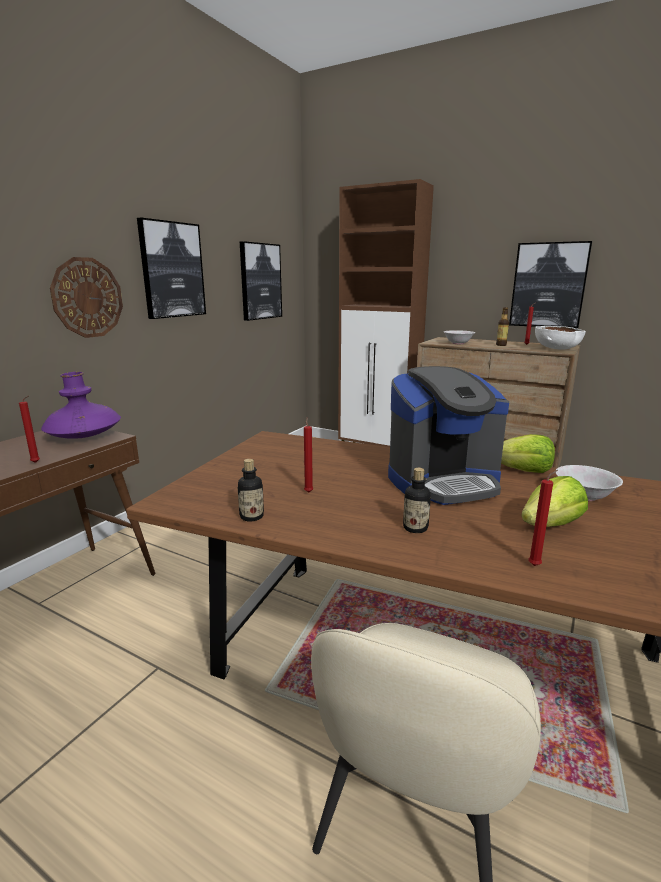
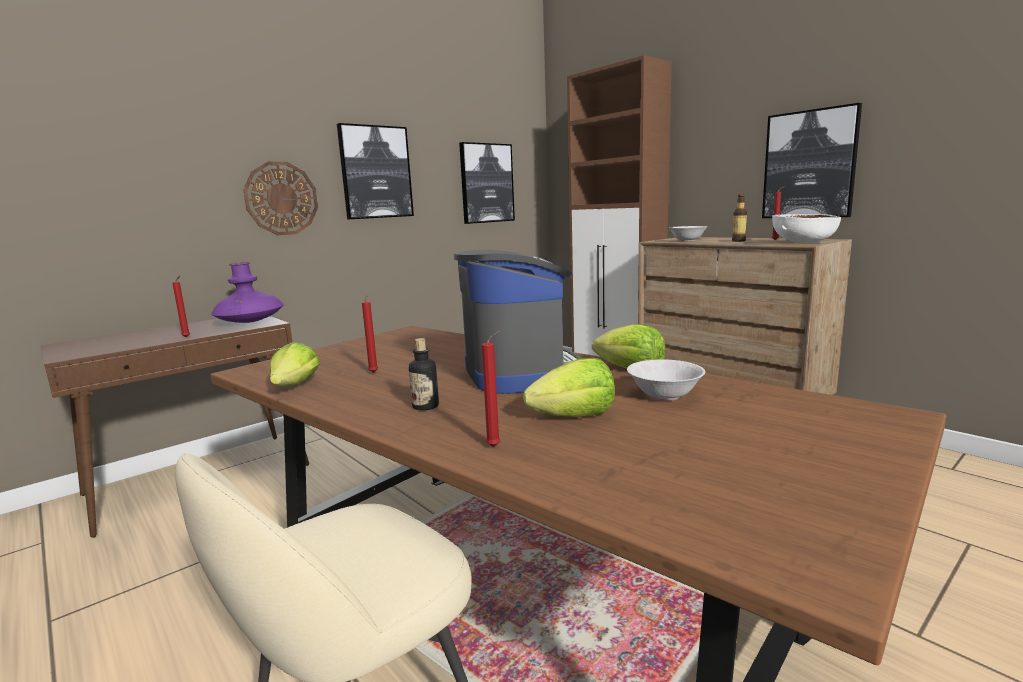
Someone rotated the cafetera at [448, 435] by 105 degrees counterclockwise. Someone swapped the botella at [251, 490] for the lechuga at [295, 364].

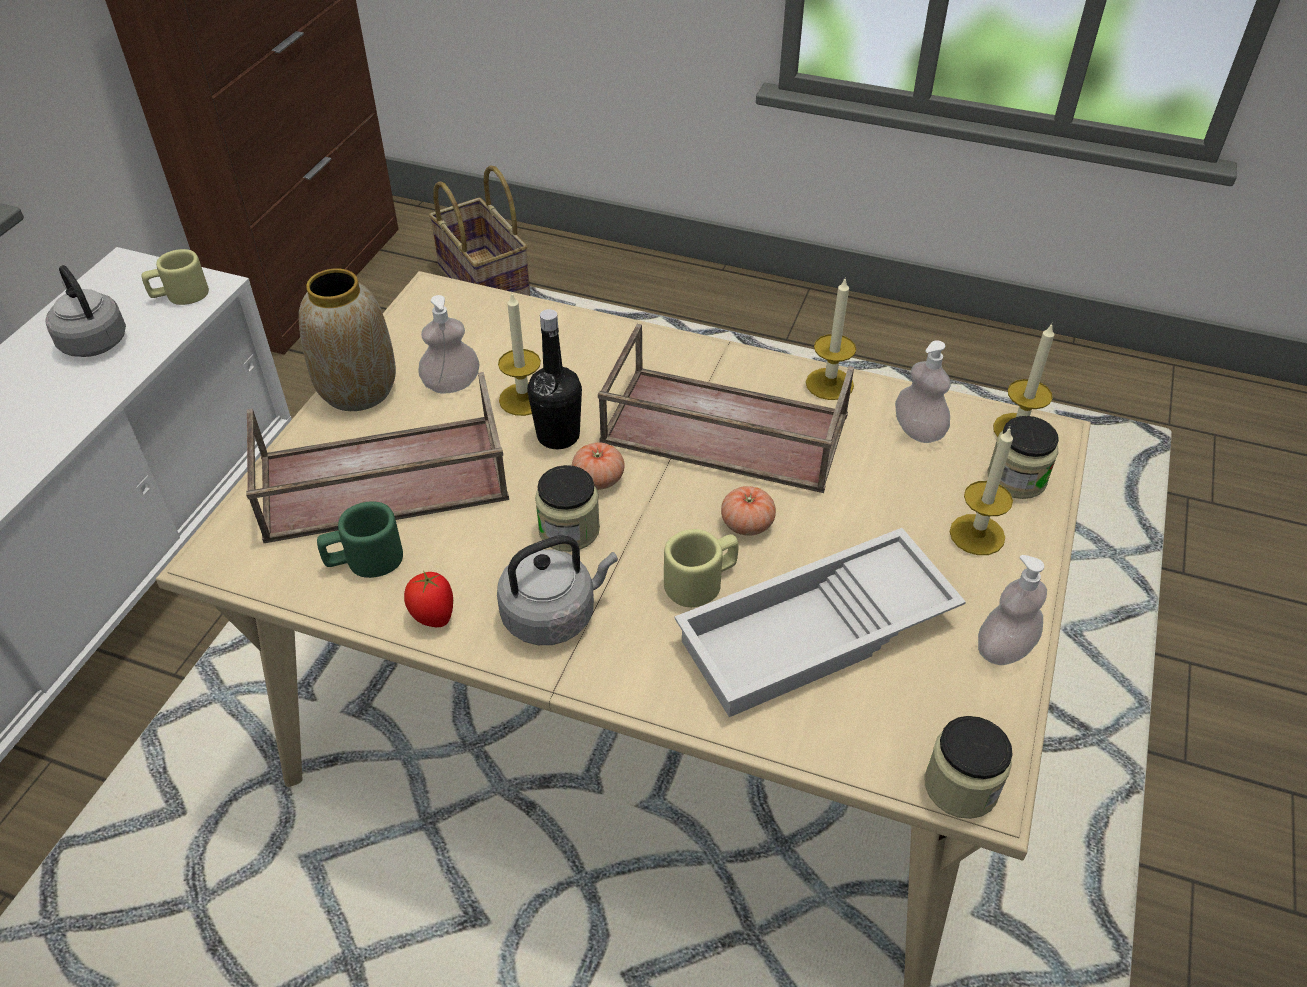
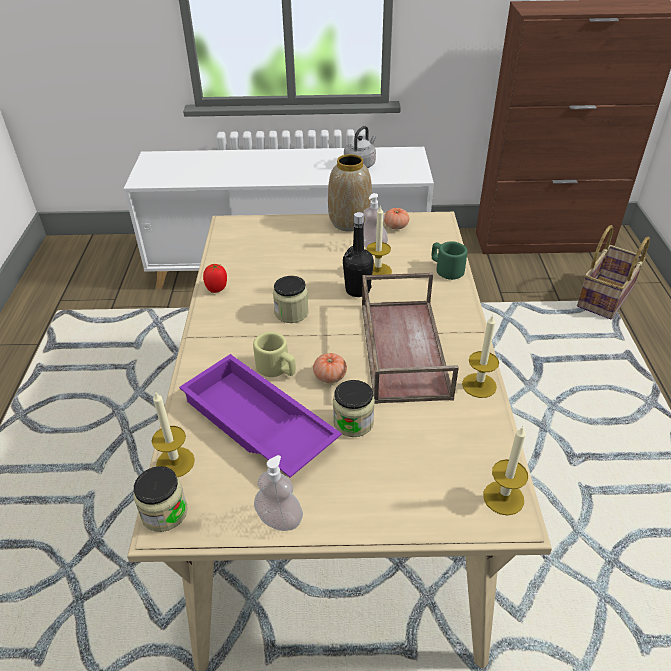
Someone took away the taza grande (beis) at [175, 277]. Someone took away the dispensador de jabón at [923, 391]. Someone took away the bandeja (marrón) at [377, 457]. Someone carried the tarro from [1023, 457] to [354, 408]. Someone carried the vela from [981, 491] to [173, 434]. Someone carried the tomate from [598, 466] to [396, 218]. Someone carried the taza grande (verde) from [360, 539] to [450, 260]. Someone repainted the bandeja (blanco) at [820, 622], which became the bandeja (morado) at [260, 416]. Someone took away the hervidor (gris) at [557, 590].

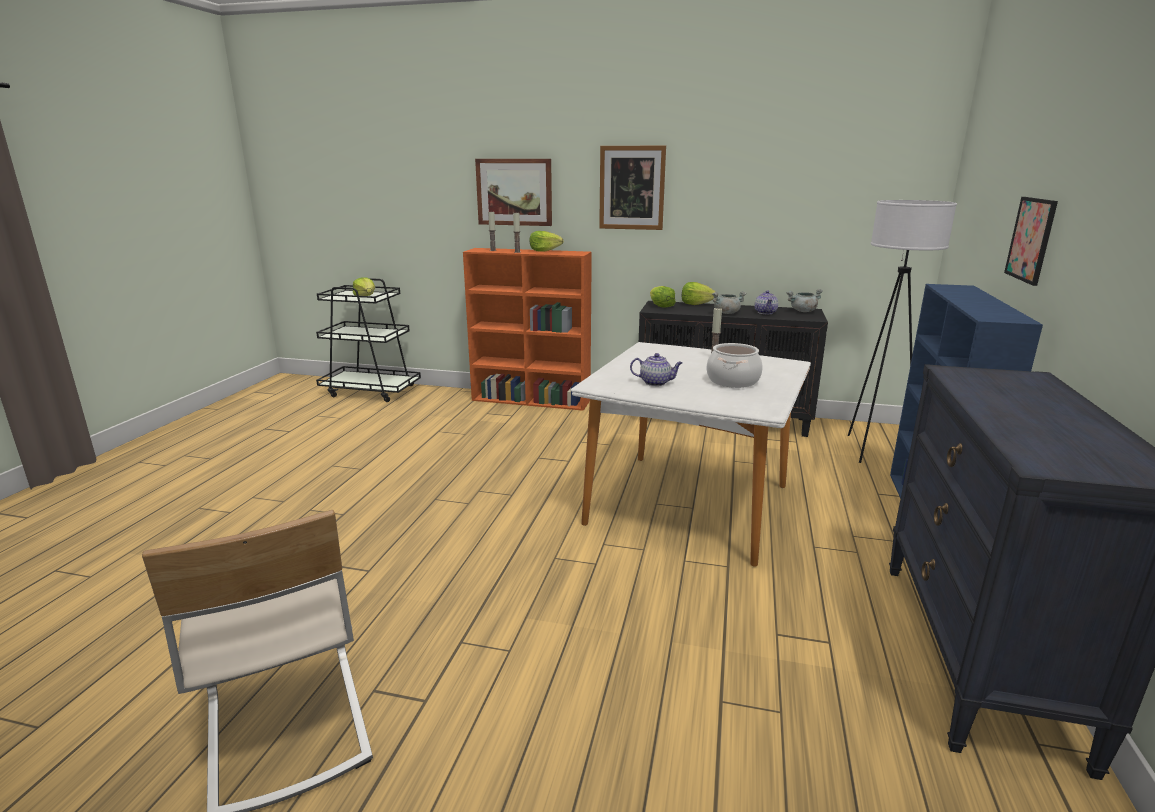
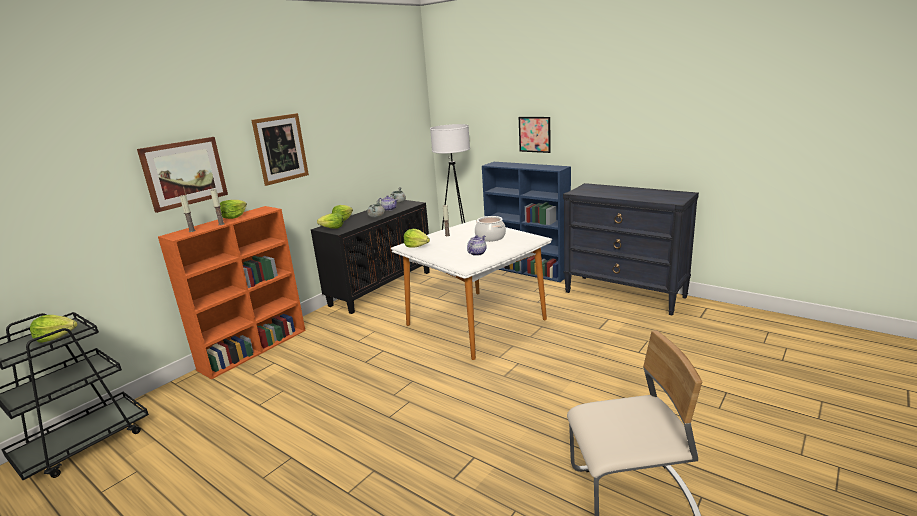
Someone put down the lechuga at [417, 238].

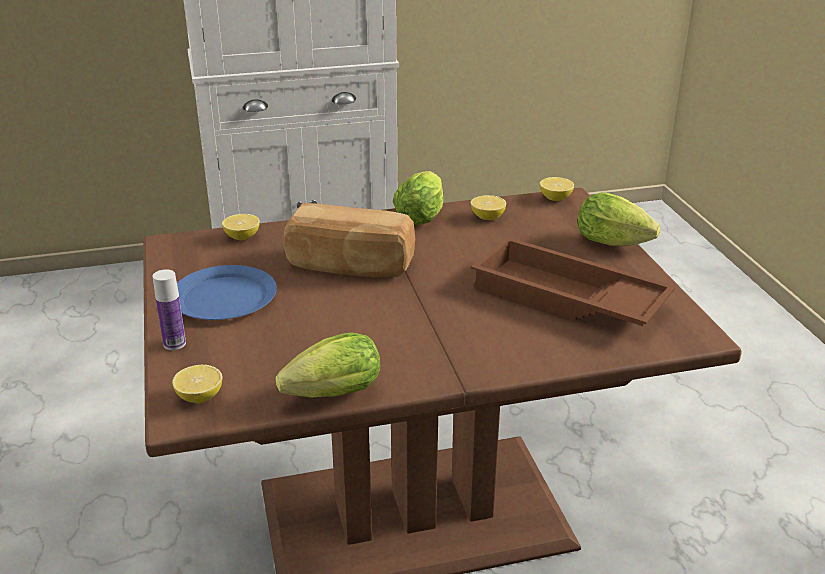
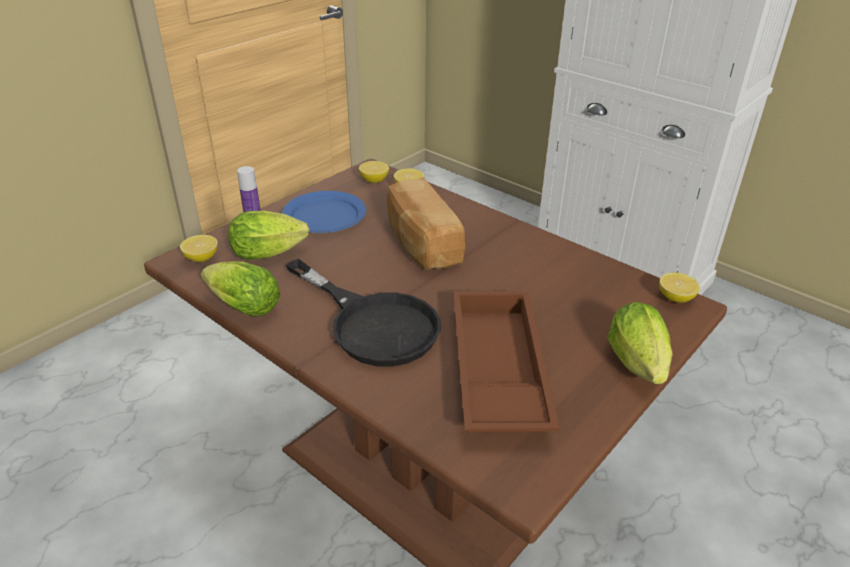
Someone carried the lechuga from [418, 198] to [269, 235]. Someone carried the limón from [488, 207] to [374, 172]. Someone put down the sartén (negro) at [363, 313].

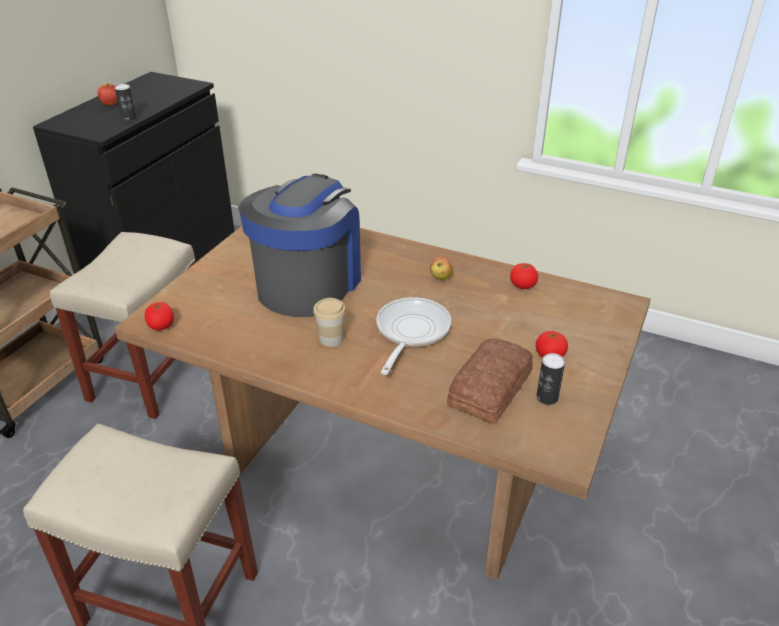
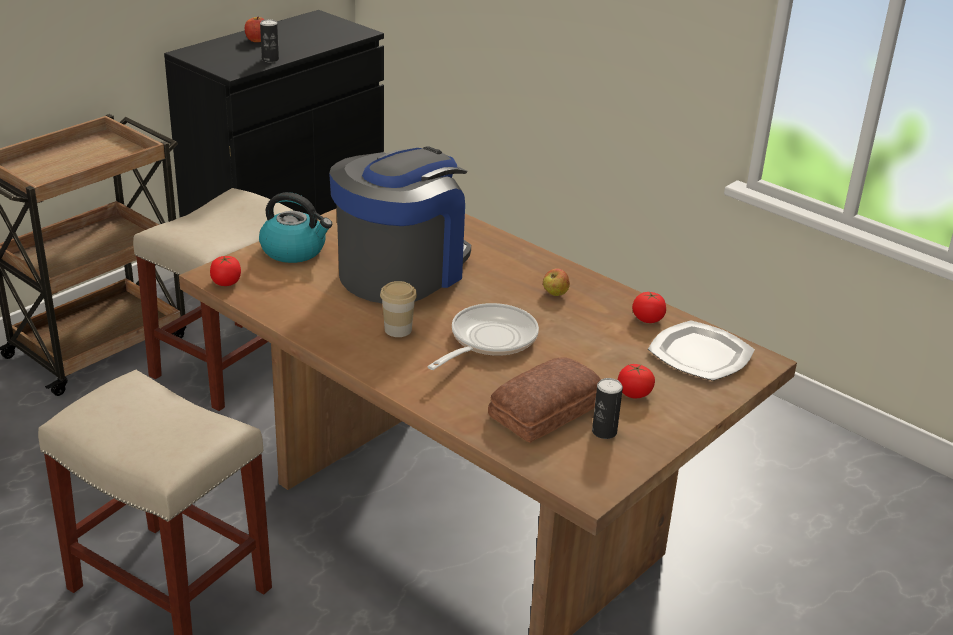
Someone put down the hervidor at [295, 227]. Someone put down the plato at [701, 350].

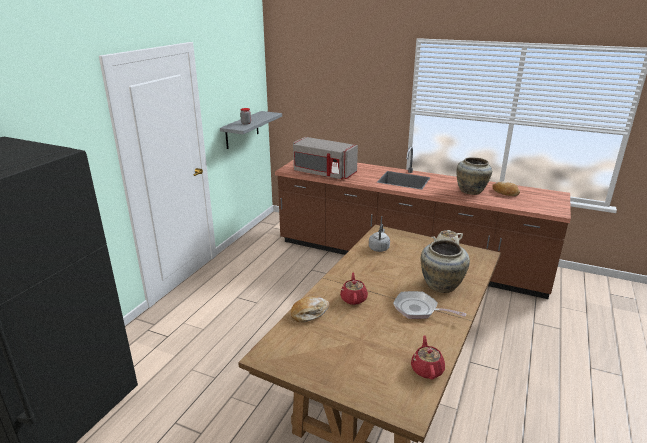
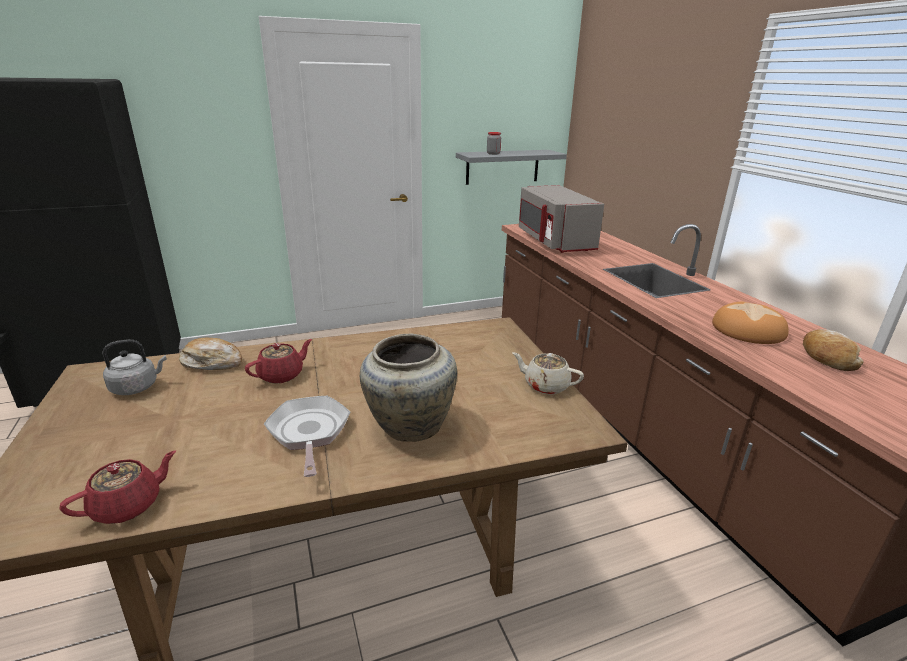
Someone swapped the florero (beis) at [474, 176] for the pan at [750, 323]. Someone carried the hervidor (gris) from [379, 238] to [134, 367].

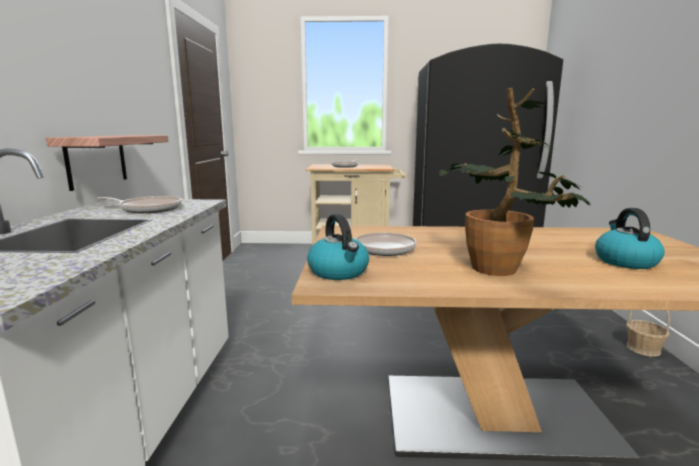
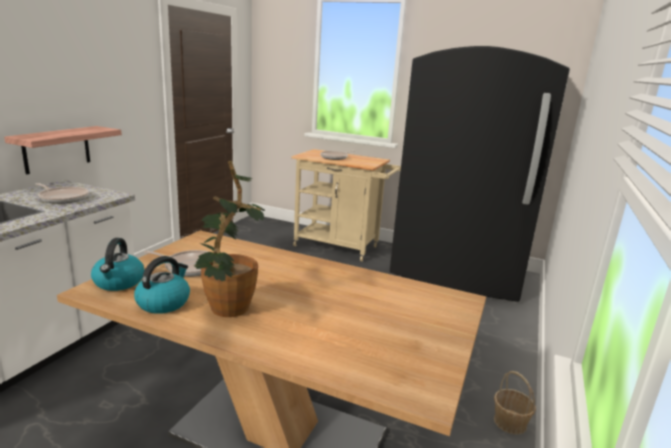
Someone carried the hervidor from [630, 238] to [162, 285].

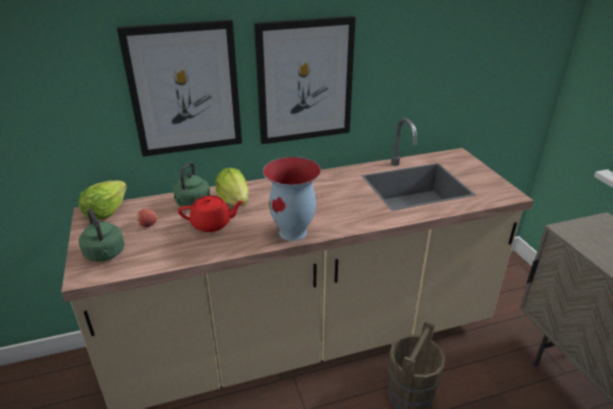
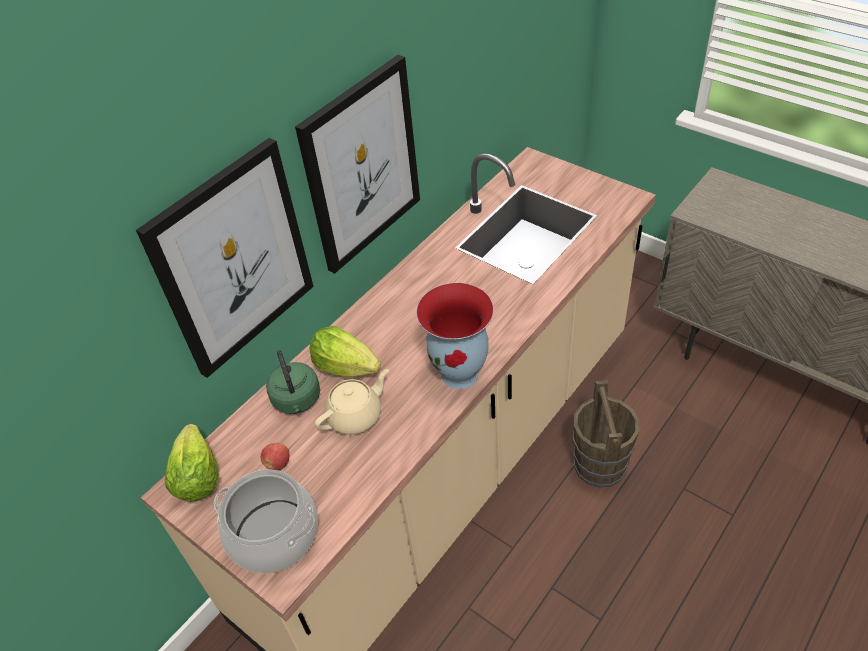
Someone repainted the tetera (rojo) at [211, 214], which became the tetera (beis) at [352, 402]. Someone swapped the hervidor (verde) at [102, 235] for the olla at [266, 521].

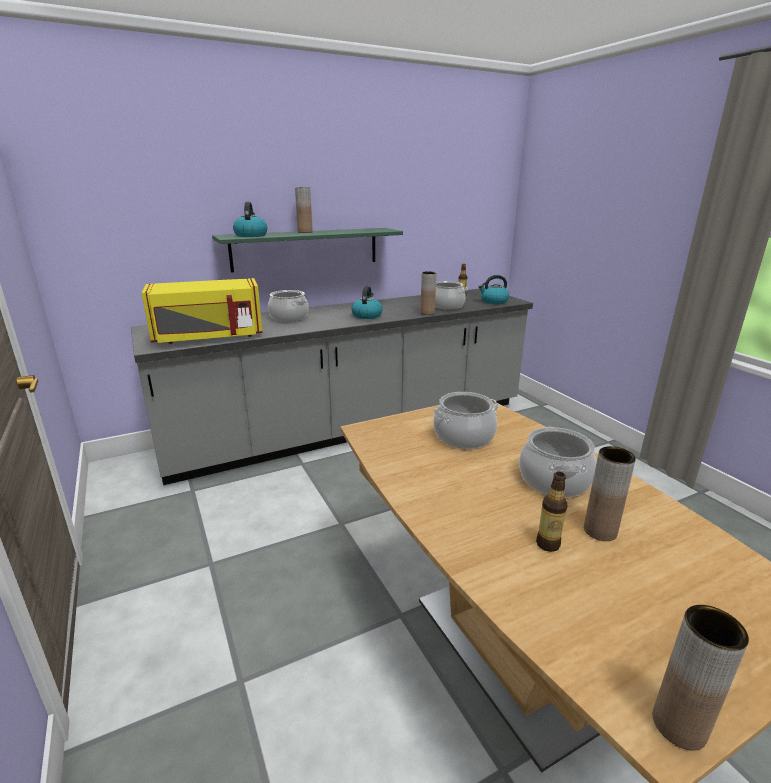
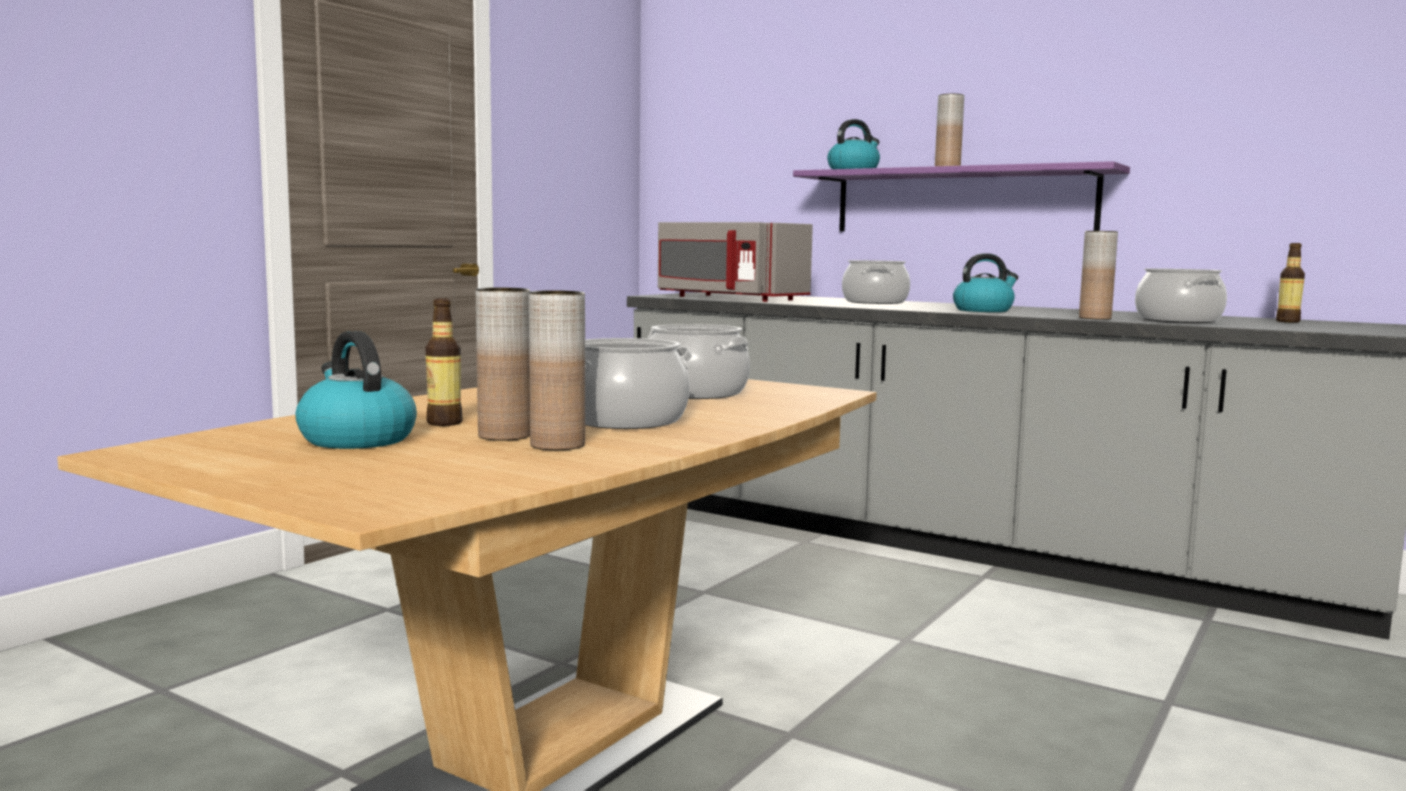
Someone repainted the estante (verde) at [307, 250], which became the estante (morado) at [961, 196]. Someone carried the hervidor from [493, 289] to [356, 390]. Someone repainted the microondas (amarillo) at [202, 311], which became the microondas (gris) at [735, 262]. Someone carried the florero (marrón) from [701, 678] to [557, 370].

